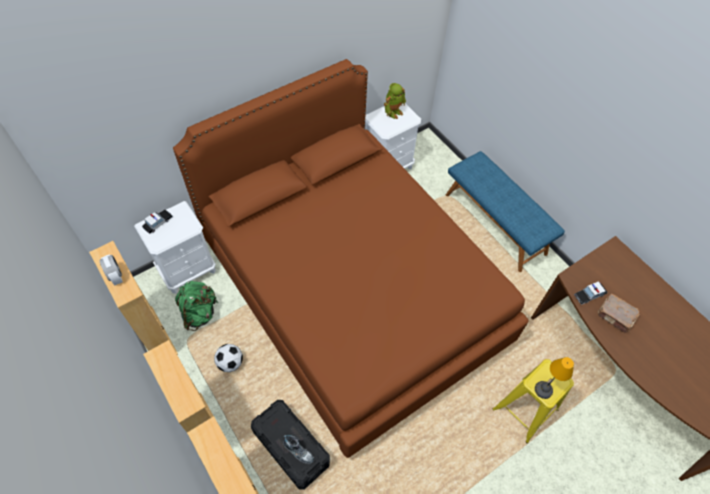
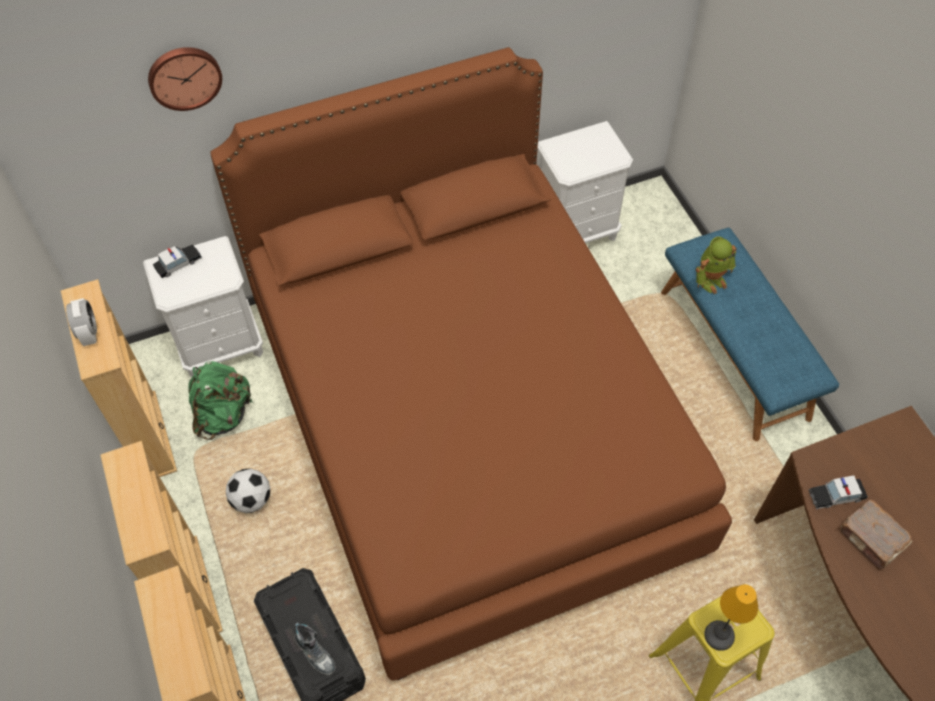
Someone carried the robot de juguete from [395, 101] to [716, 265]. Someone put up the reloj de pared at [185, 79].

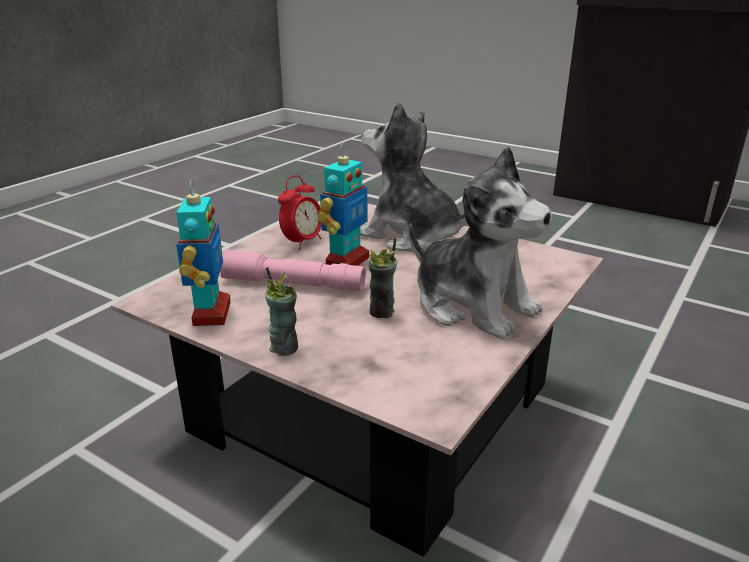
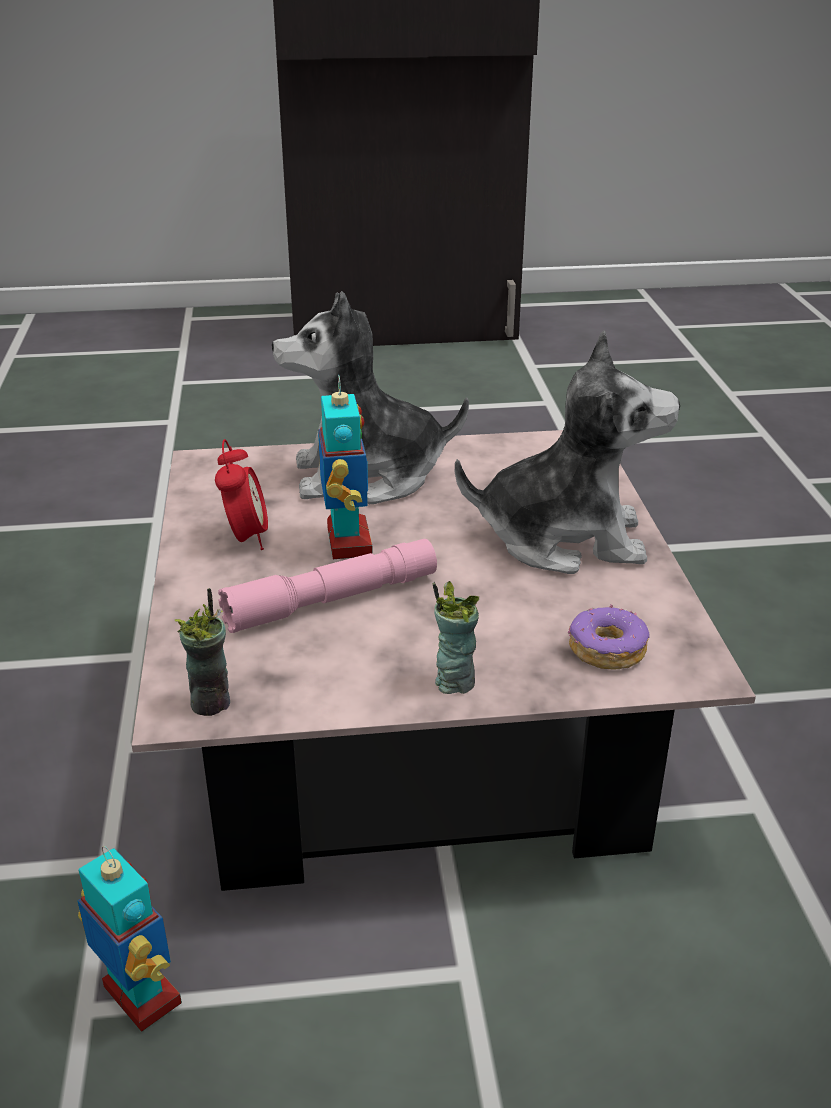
Someone carried the robot de juguete from [203, 253] to [129, 939]. Someone carried the taza from [382, 278] to [202, 652]. Someone put down the rosquilla at [609, 637].

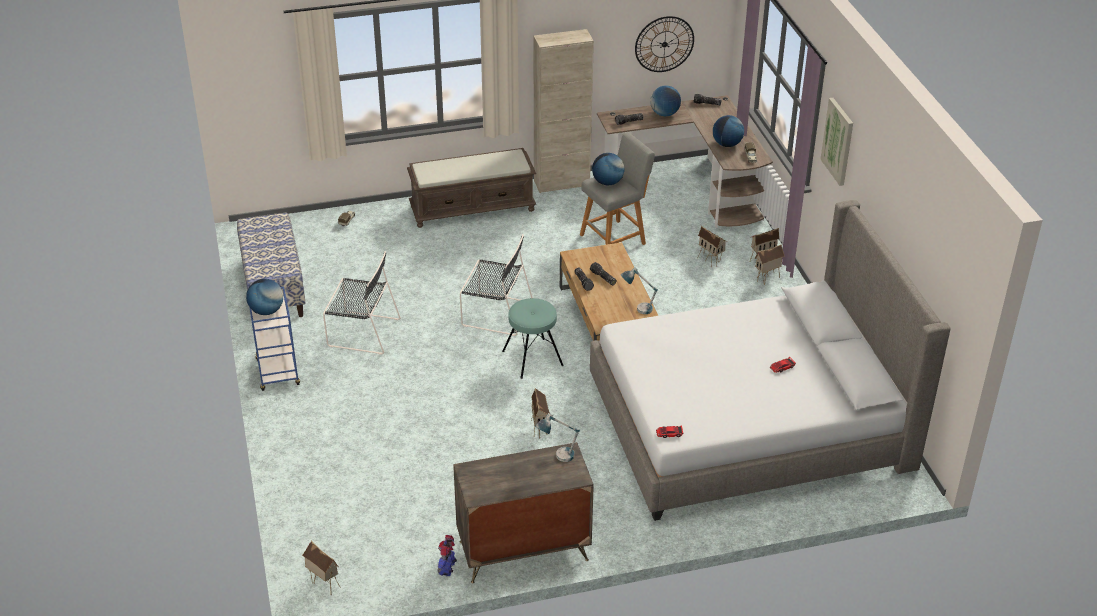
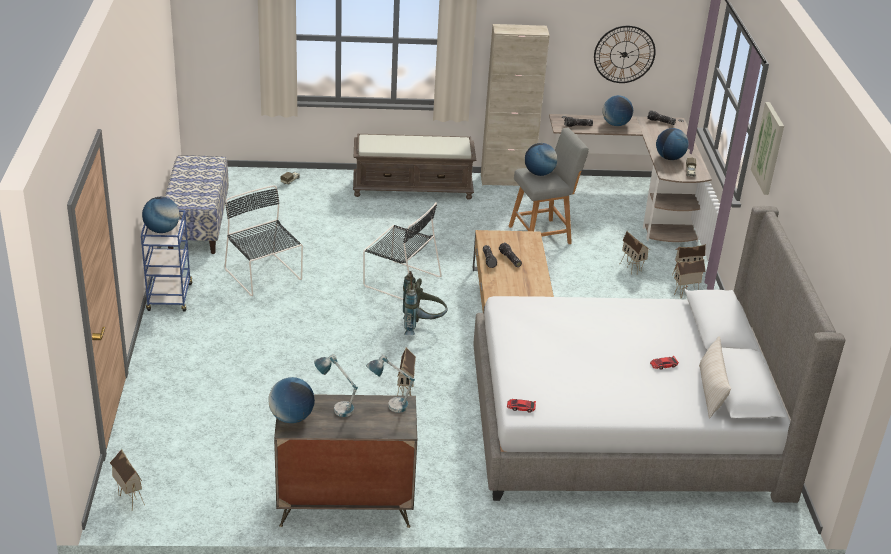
Someone rotated the silla (negro) at [362, 303] by 150 degrees counterclockwise. Someone carried the lámpara de mesa from [639, 290] to [336, 385]. Someone swapped the taburete (turquesa) at [533, 338] for the mochila (gris) at [425, 303]. Someone took away the robot de juguete at [447, 555]. Someone put down the cojín (beis) at [715, 377]. Someone put down the globo terráqueo at [291, 400].

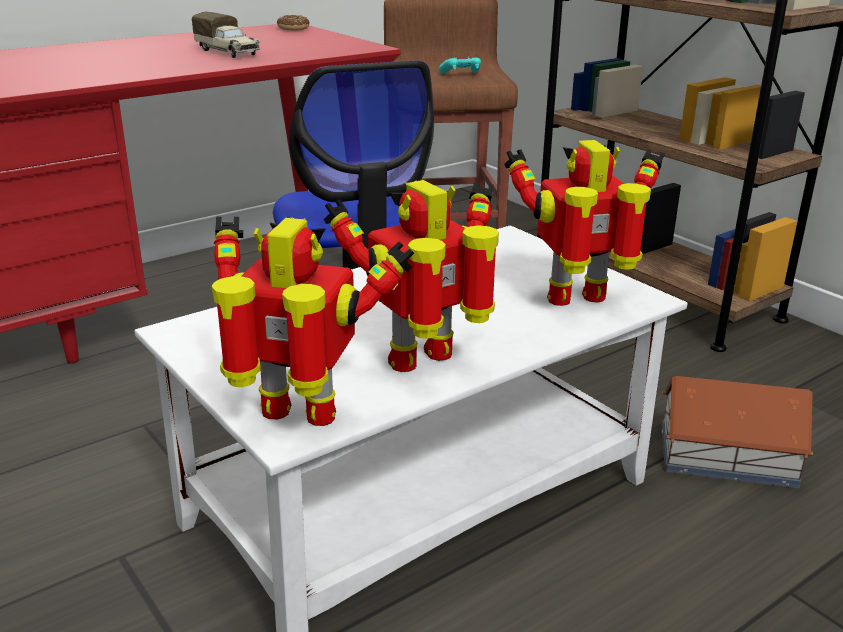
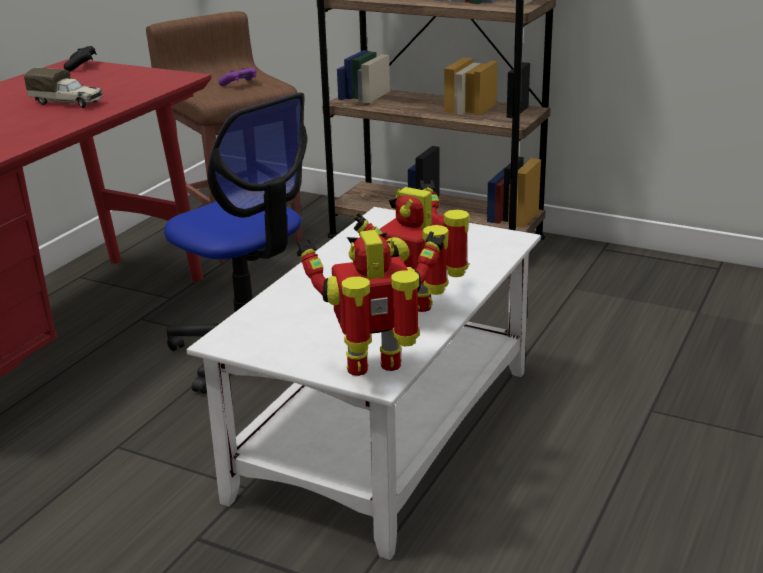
Someone swapped the rosquilla at [293, 23] for the mando de consola (negro) at [80, 58]. Someone repainted the mando de consola (turquesa) at [460, 65], which became the mando de consola (morado) at [237, 77]. Someone took away the robot de juguete at [584, 223]. Someone took away the casita at [737, 432].

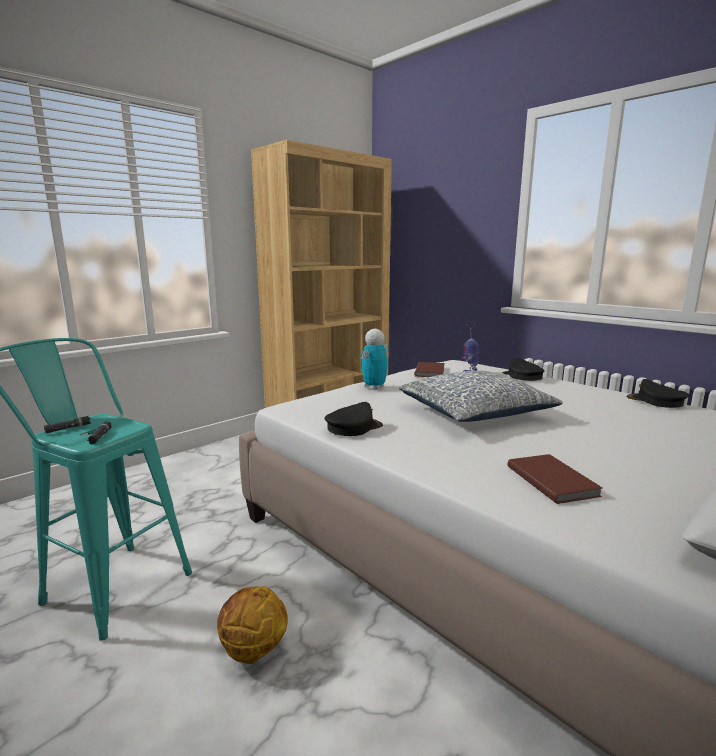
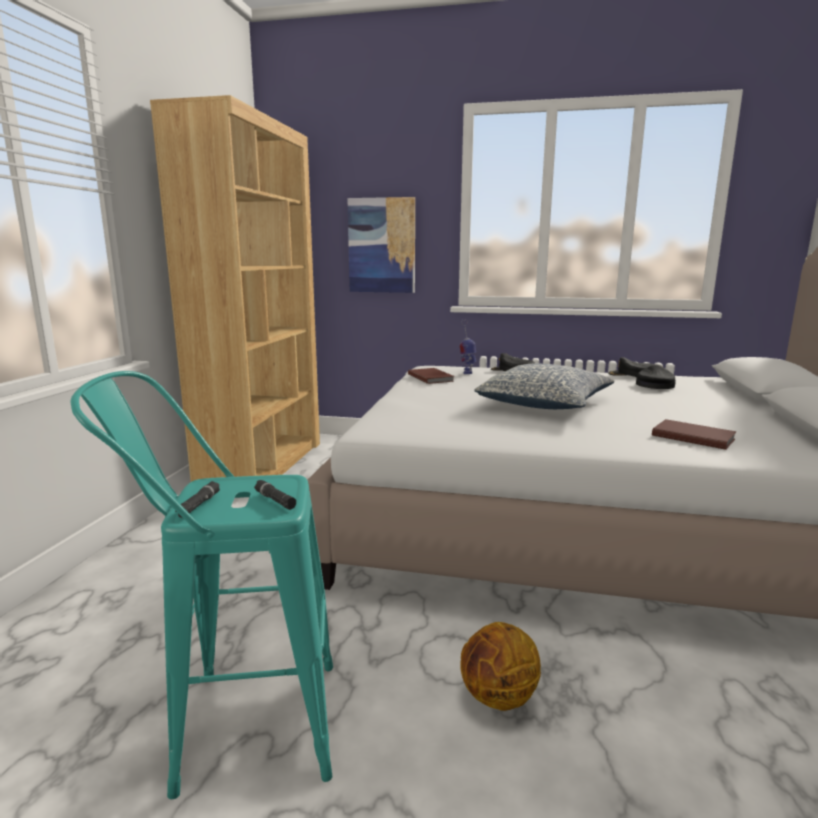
Someone took away the robot de juguete at [374, 359]. Someone carried the gorra (negro) from [353, 419] to [656, 377]. Someone put up the cuadro at [381, 245].

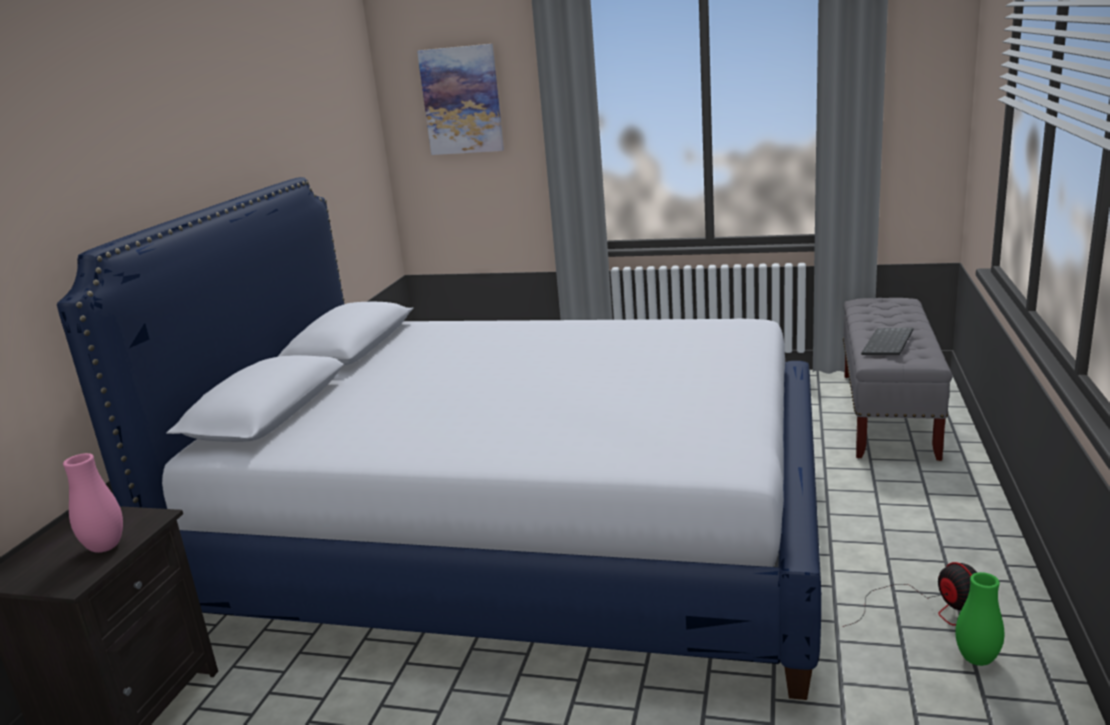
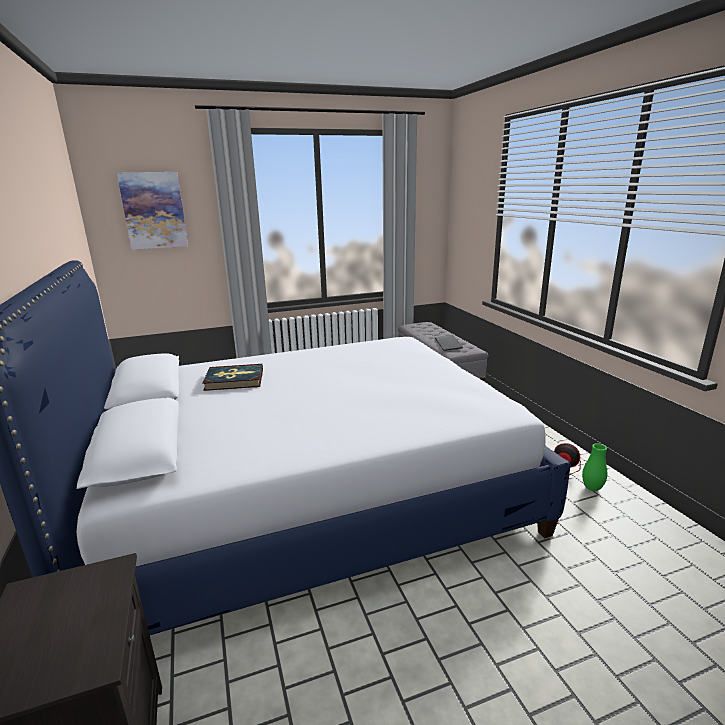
Someone took away the florero (rosa) at [93, 503]. Someone put down the libro at [232, 377].

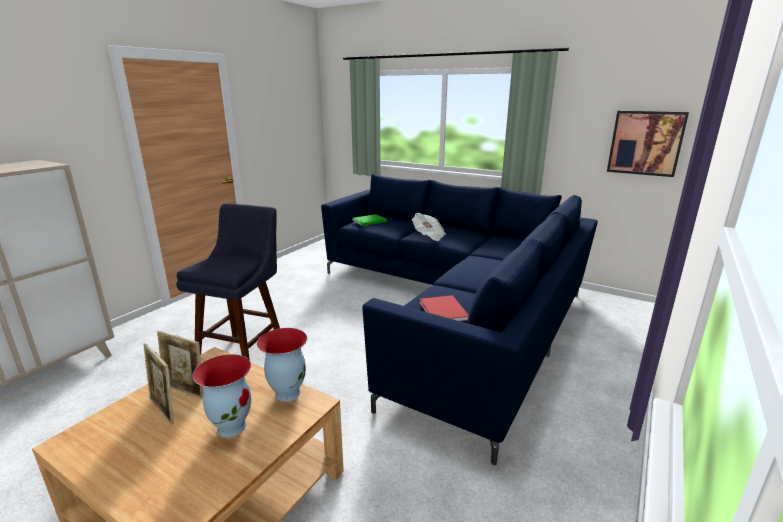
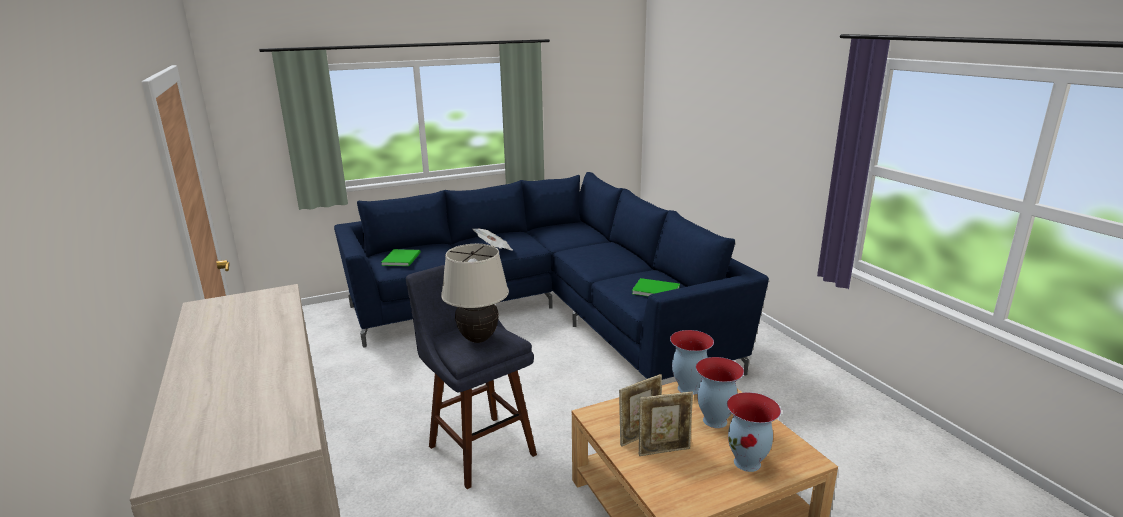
Someone took away the cuadro at [648, 144]. Someone repainted the libro (rojo) at [444, 308], which became the libro (verde) at [656, 287]. Someone put down the lámpara de mesa (beis) at [475, 293]. Someone put down the florero at [754, 432].

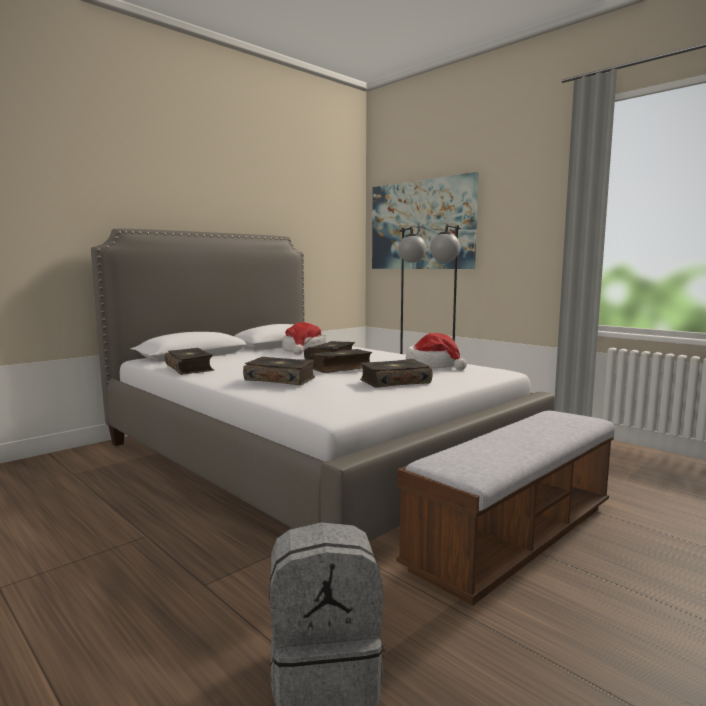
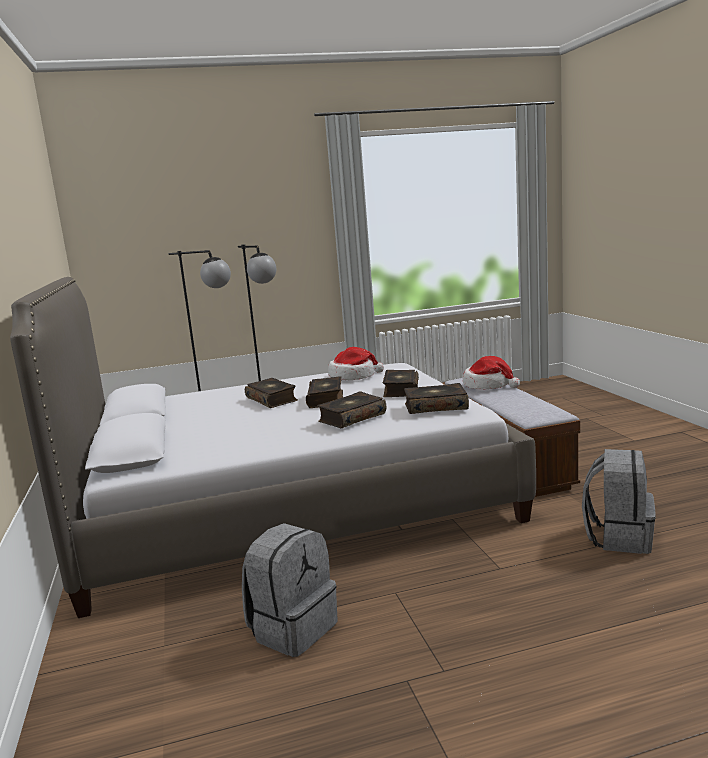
Someone took away the cuadro at [425, 220]. Someone carried the sombrero from [304, 338] to [491, 372]. Someone carried the libro from [189, 361] to [436, 398]. Someone put down the mochila (gris) at [290, 590].

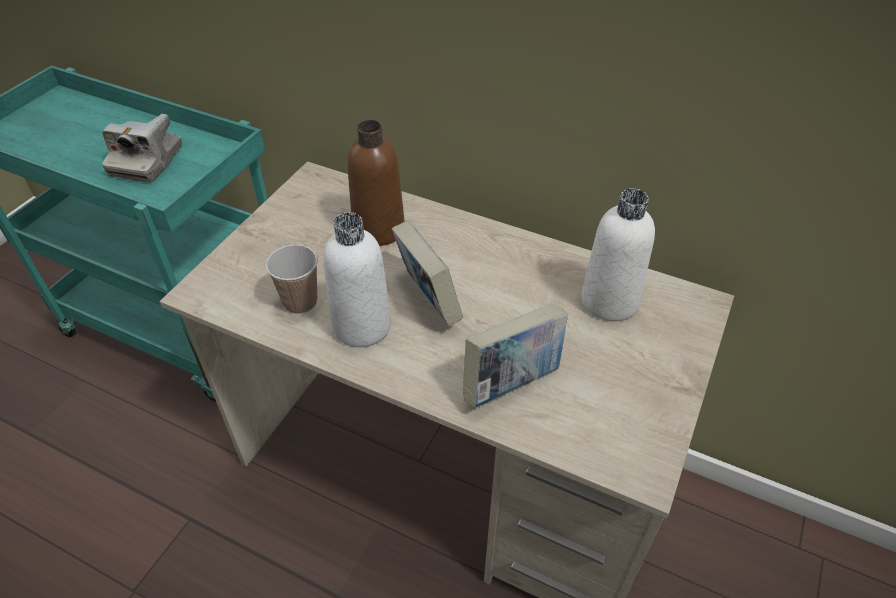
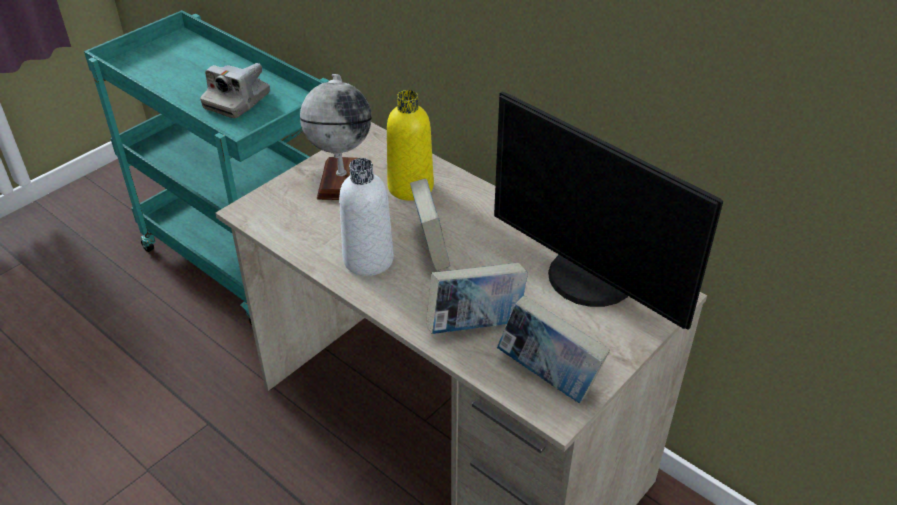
Someone repainted the botella (marrón) at [376, 183], which became the botella (amarillo) at [410, 145]. Someone swapped the botella (blanco) at [618, 255] for the monitor at [608, 211]. Someone took away the taza at [292, 279]. Someone put down the globo terráqueo at [336, 137]. Someone put down the libro at [553, 349].

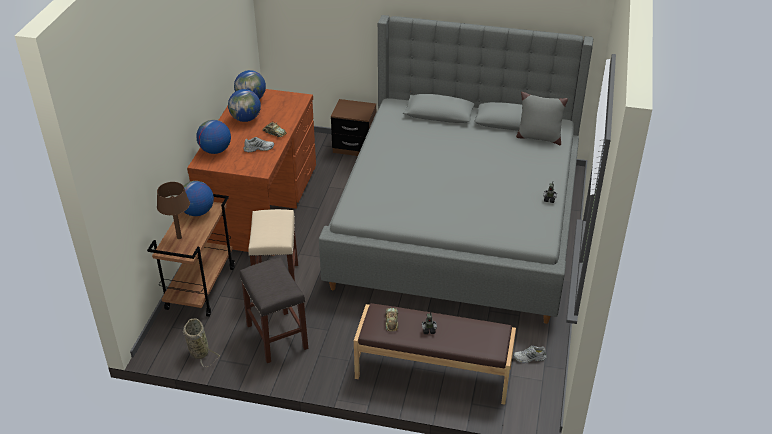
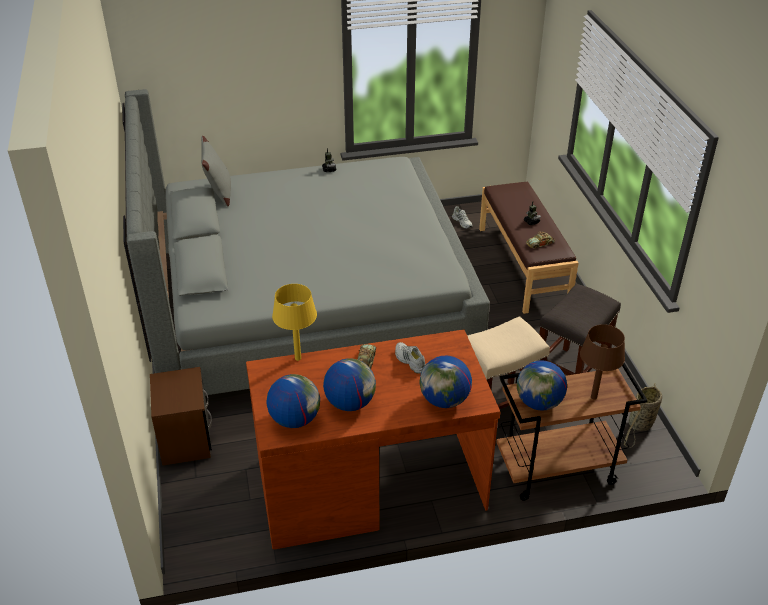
Someone put down the lámpara de mesa (amarillo) at [294, 322].

